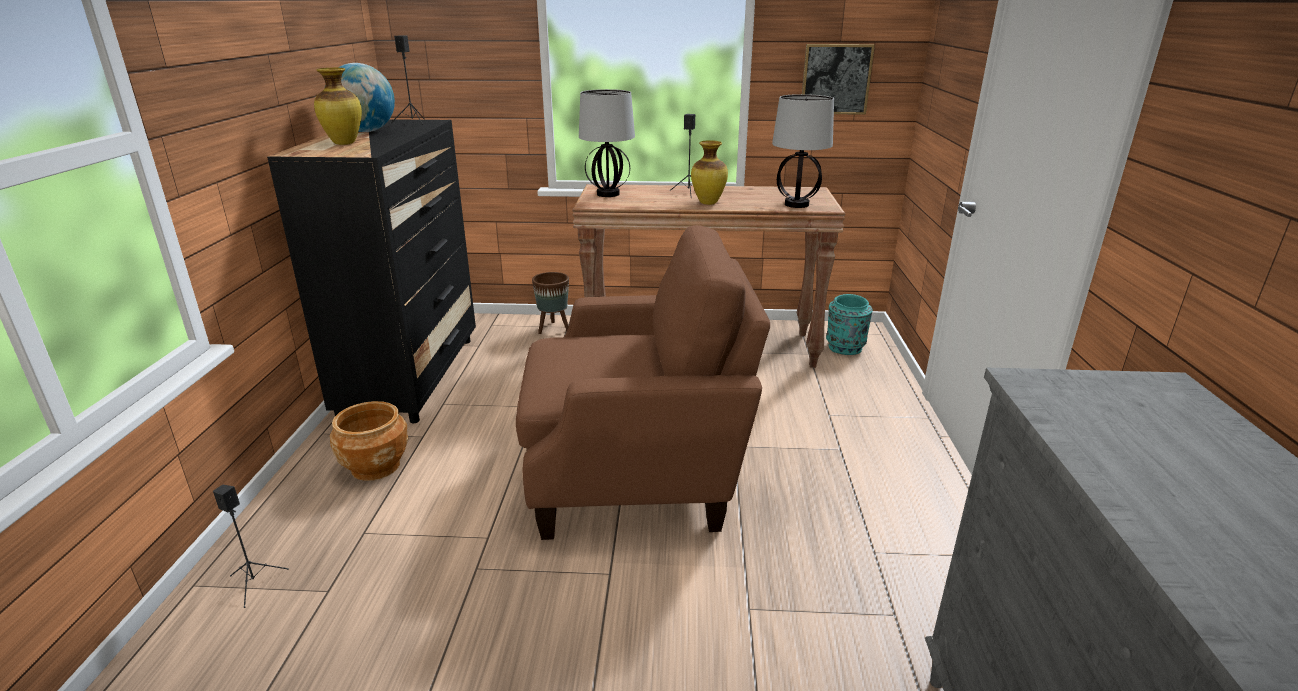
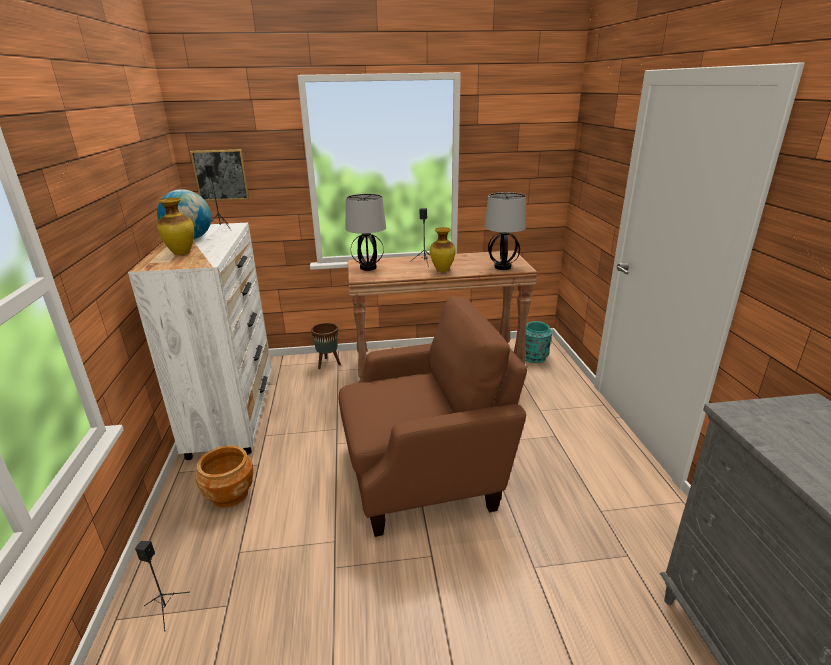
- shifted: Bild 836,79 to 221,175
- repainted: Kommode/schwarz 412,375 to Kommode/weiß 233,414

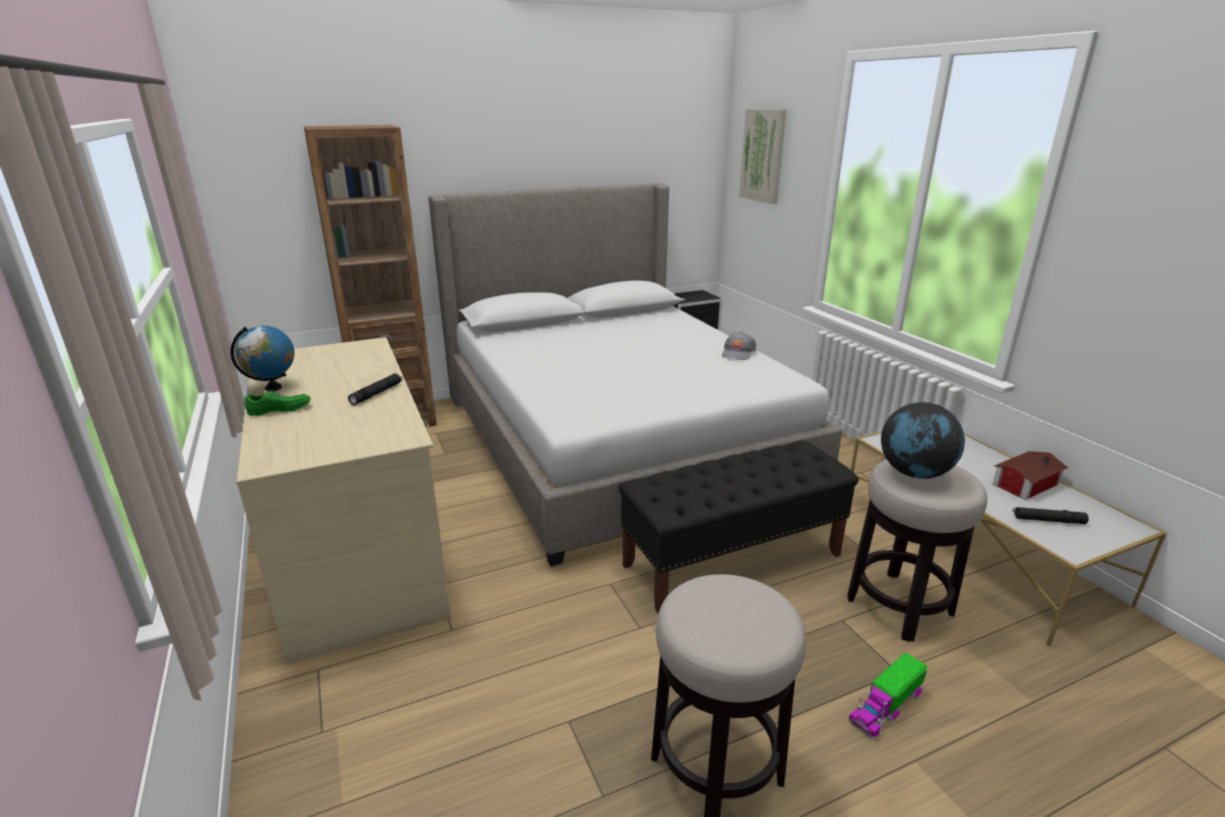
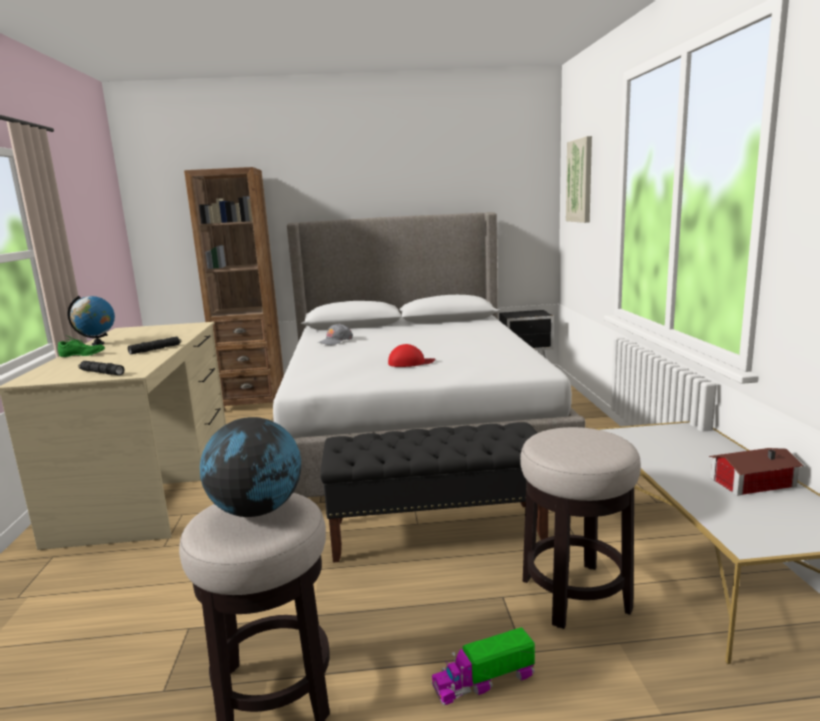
- new: Kappe/rot 410,362
- shifted: Kappe/grau 738,353 to 335,341
- shifted: Globus 915,473 to 257,511
- shifted: Taschenlampe/schwarz 1048,520 to 102,373

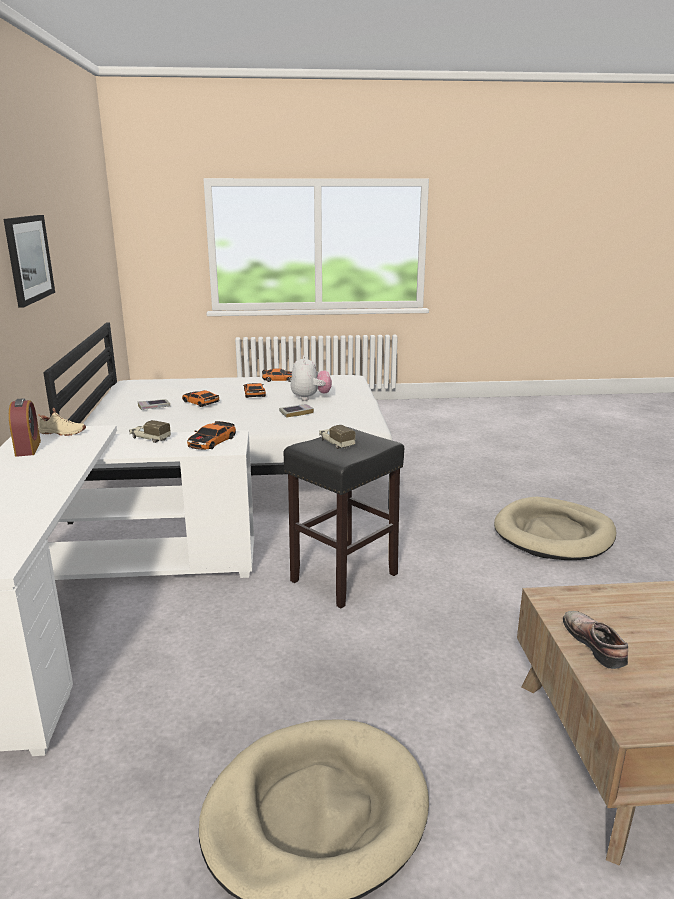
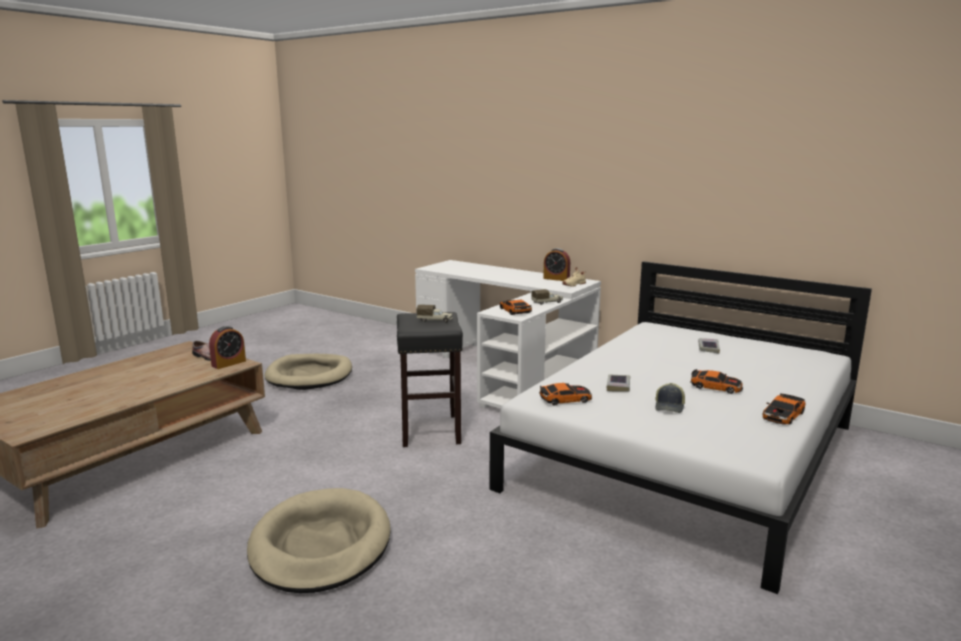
- gone: Bild 28,259
- new: Wecker 228,363
- shifted: Spielzeugauto 200,402 to 565,399
- swapped: Plüschtier 310,398 to Kappe 670,406

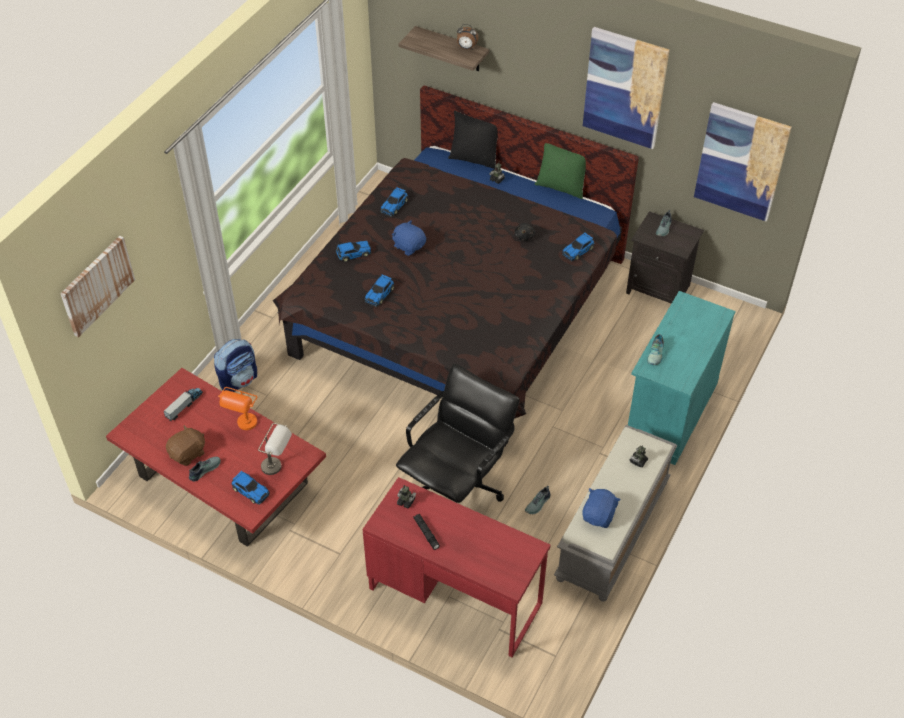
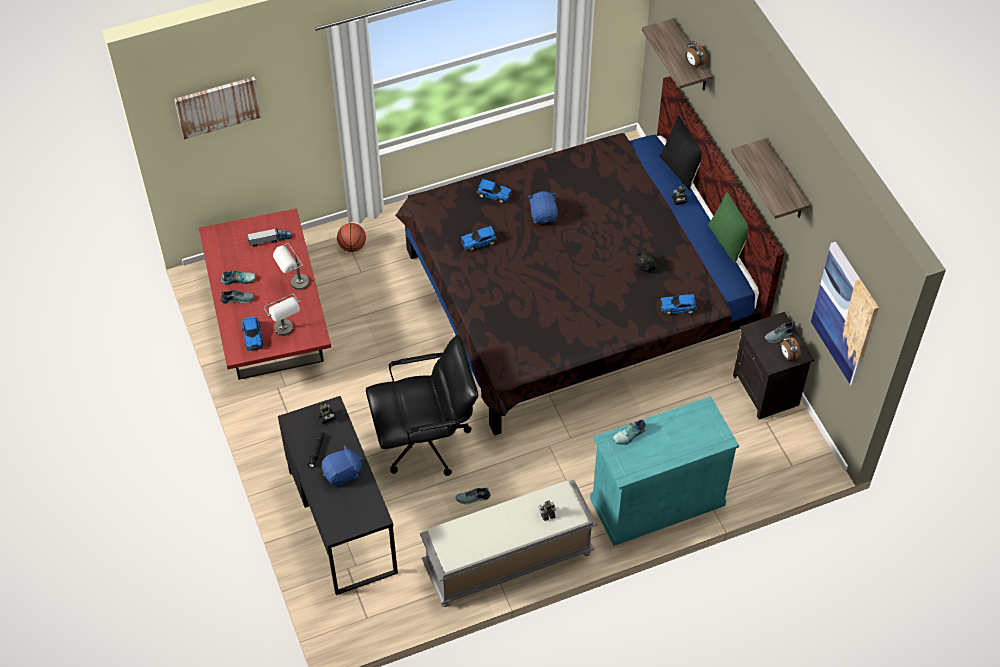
- gone: Spielzeugauto 394,205
- new: Wecker 787,356
- shifted: Plüschtier/blau 599,516 to 343,473
- swapped: Plüschtier/braun 188,453 to Schuh 238,279
- swapped: Rucksack 239,380 to Basketball 352,246
- swapped: Bild 625,88 to Wandregal 785,181
- repainted: Tischlampe/orange 245,428 to Tischlampe/grau 294,285
- repainted: Schreibtisch/rot 455,595 to Schreibtisch/schwarz 342,520

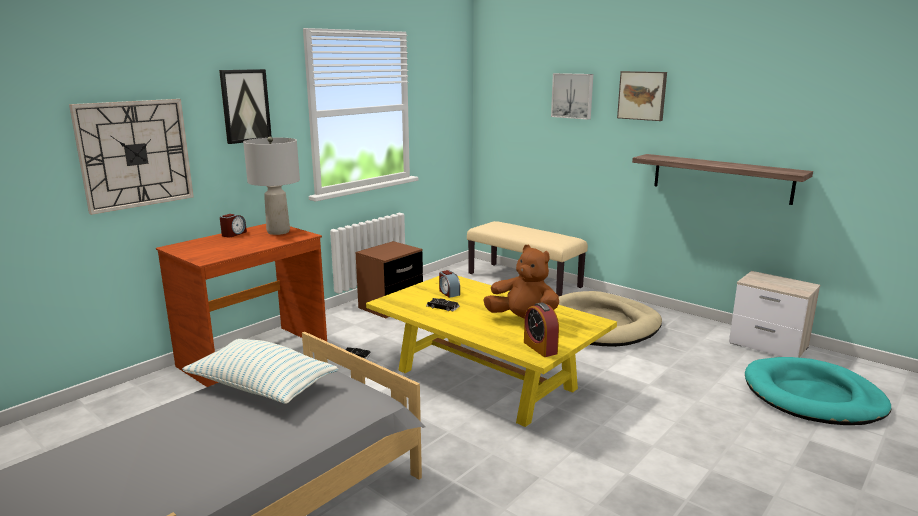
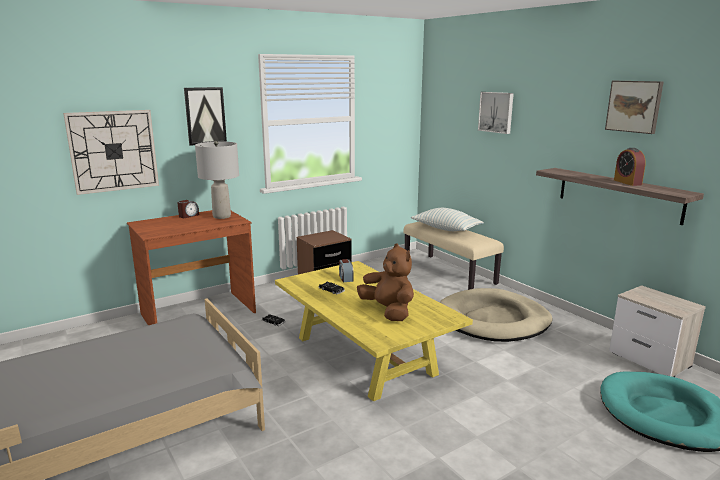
- shifted: Kissen 262,387 to 445,229
- shifted: Wecker 540,348 to 627,182
- shifted: Bild 642,95 to 634,106

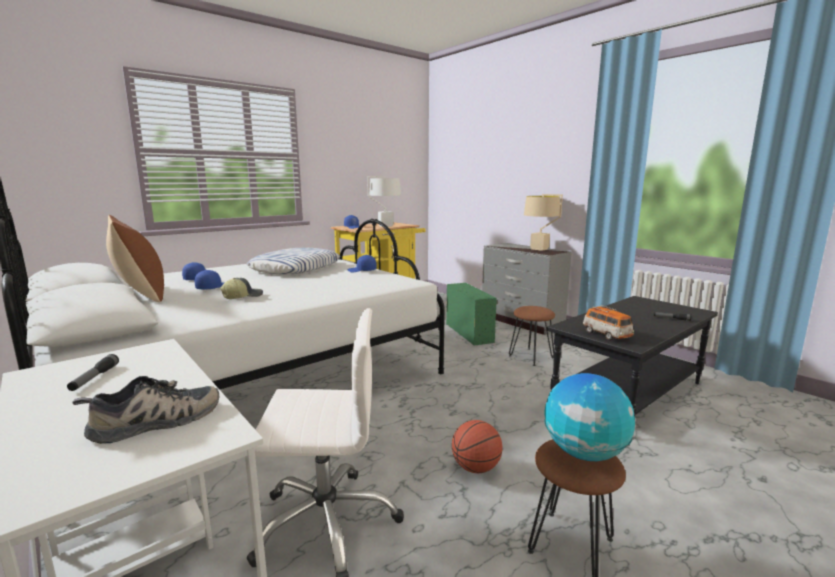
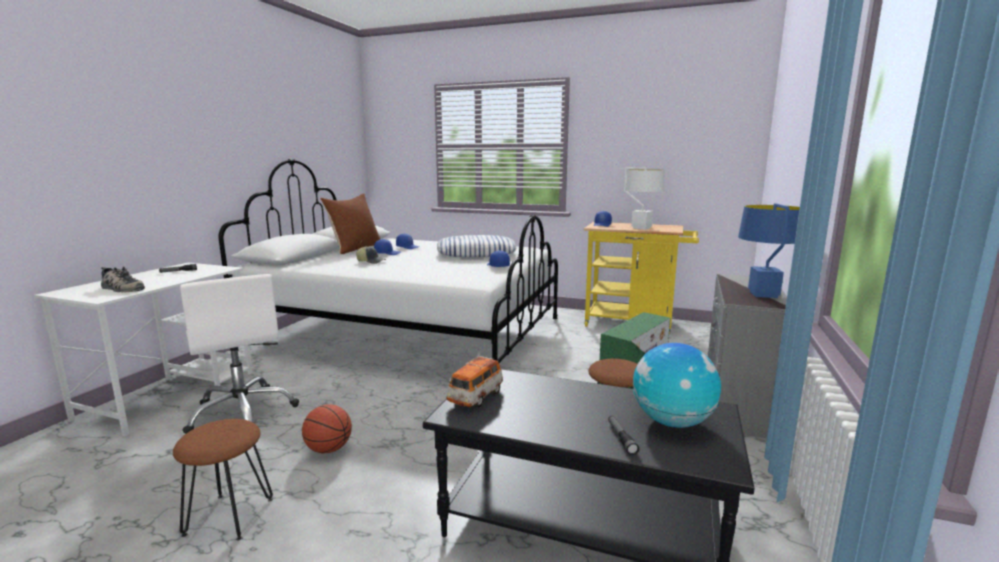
- shifted: Globus 584,453 to 672,422
- repainted: Tischlampe/beige 539,249 to Tischlampe/blau 763,295

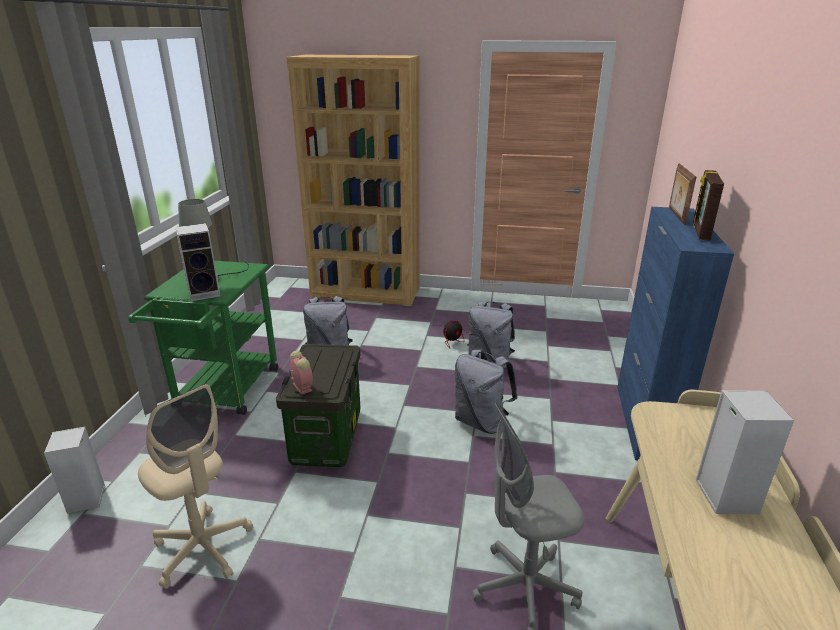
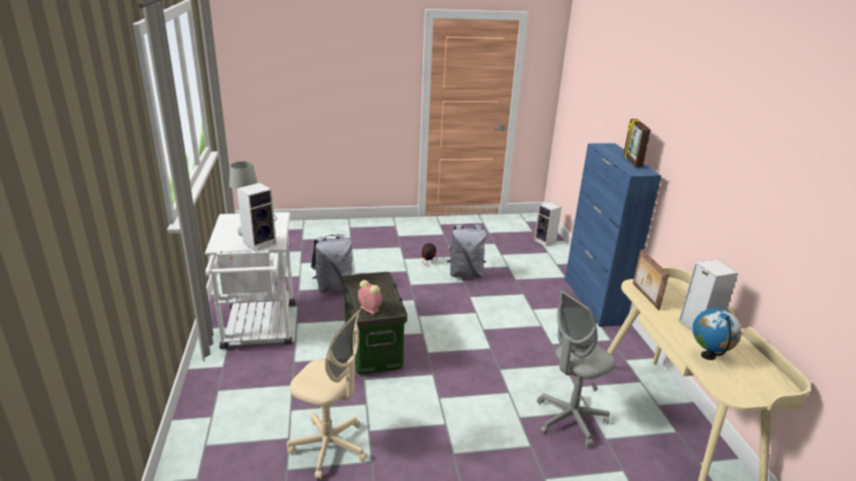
- gone: Bücherregal/braun 366,292
- gone: Rucksack/grau 481,422
- new: Globus 708,356
- shifted: Lautsprecher 87,500 to 545,241
- shifted: Bilderrahmen 676,216 to 644,296
- repainted: Rollwagen/grün 223,393 to Rollwagen/weiß 259,330

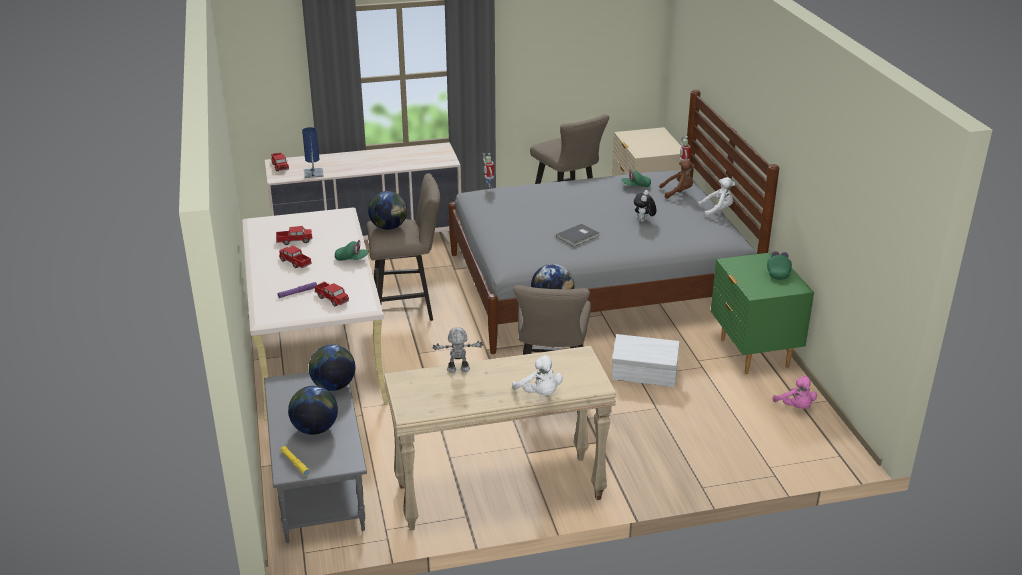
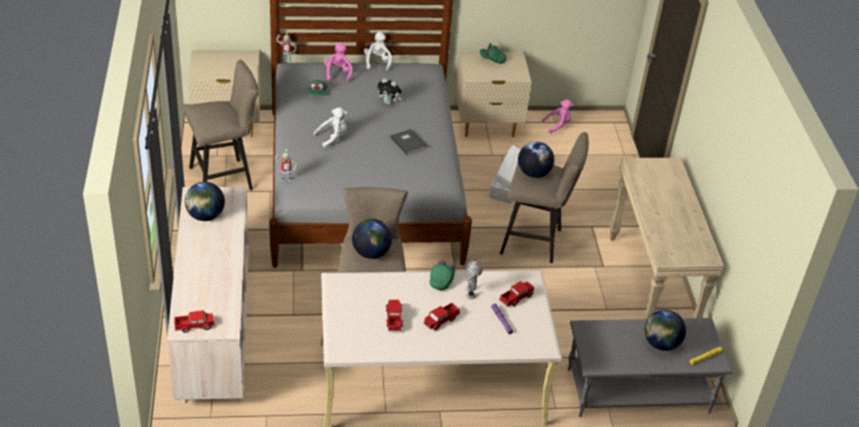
- gone: Tischlampe/blau 313,173
- shifted: Globus 333,386 to 205,216
- shifted: Spielzeugroboter 458,370 to 471,293
- shifted: Plüschtier/weiß 539,394 to 333,137
- repainted: Plüschtier/braun 678,192 to Plüschtier/rosa 338,73
- repainted: Nachttisch/grün 753,354 to Nachttisch/beige 487,126

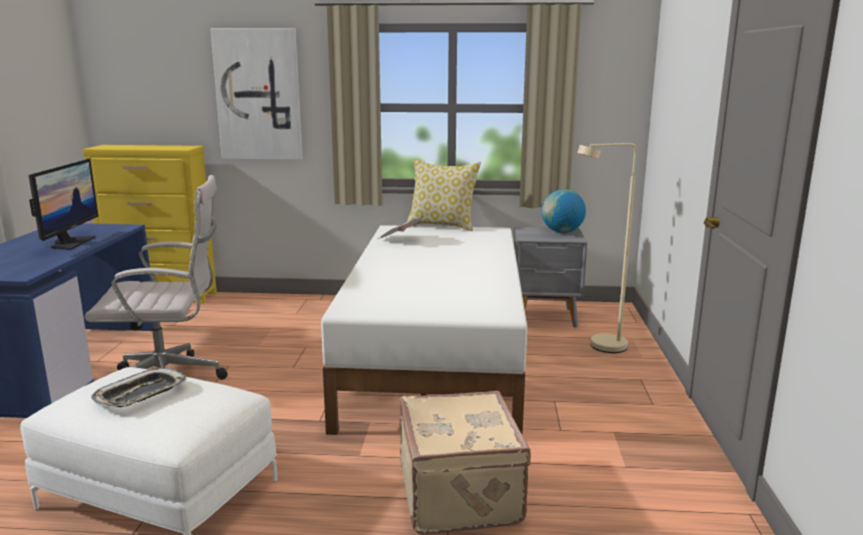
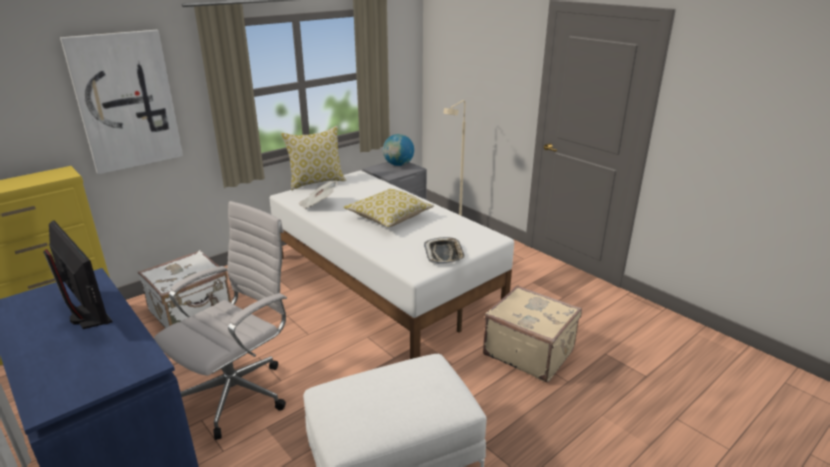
- new: Koffer/weiß 191,310
- new: Kissen 389,217
- shifted: Tablett 141,394 to 444,254

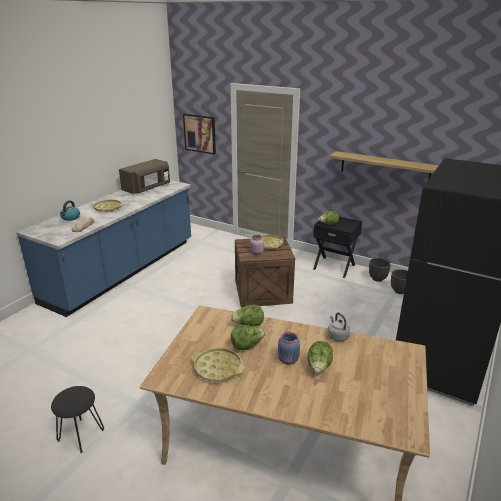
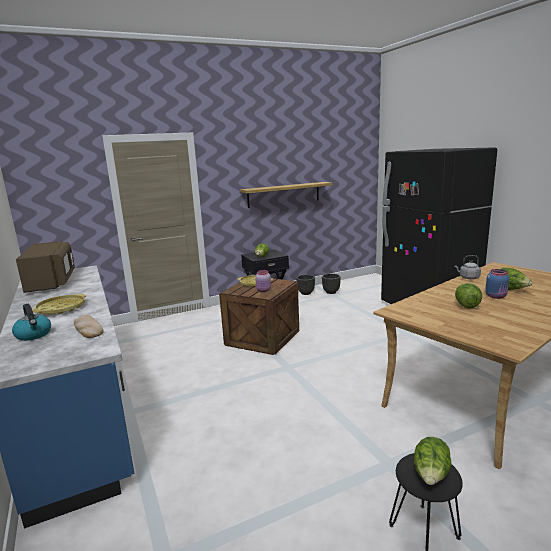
- gone: Bild 200,133
- gone: Tablett/gelb 218,368
- shifted: Salatkopf 248,325 to 431,476

